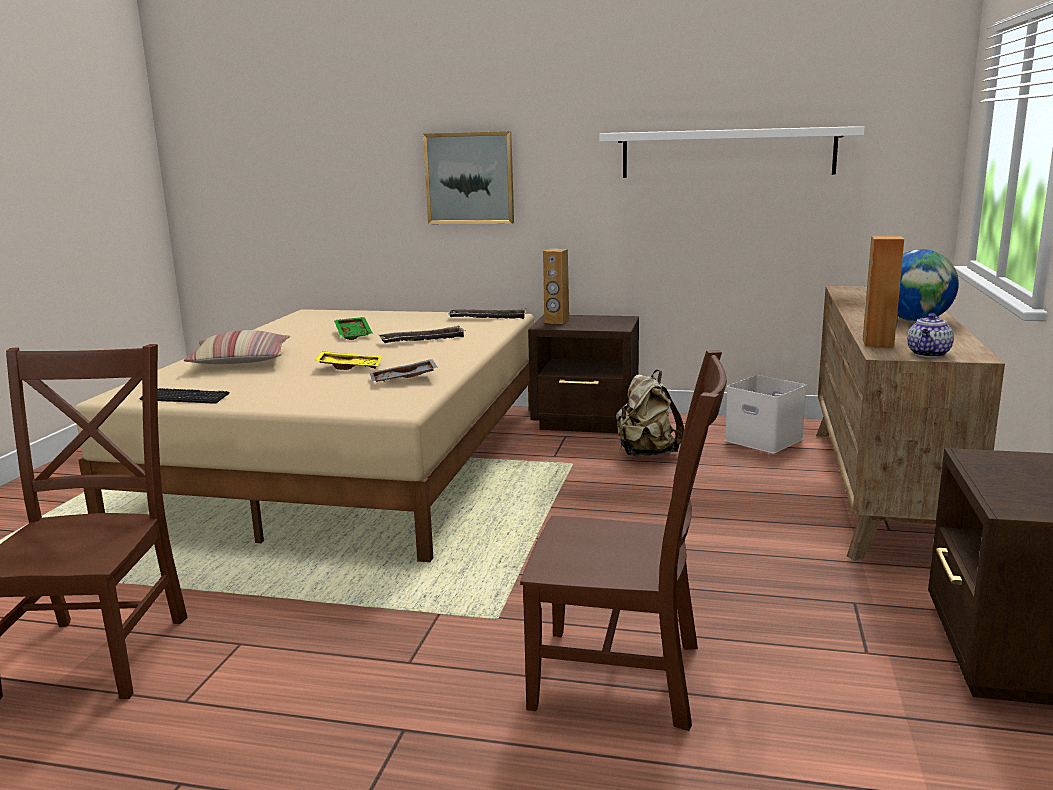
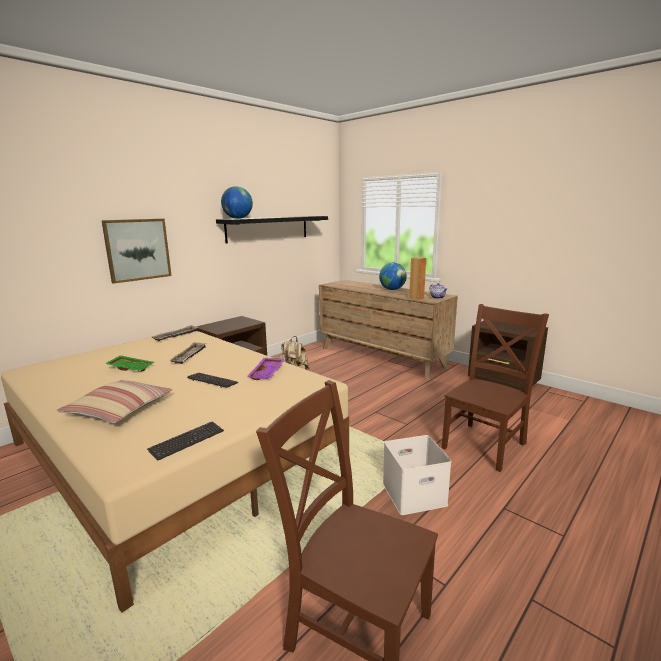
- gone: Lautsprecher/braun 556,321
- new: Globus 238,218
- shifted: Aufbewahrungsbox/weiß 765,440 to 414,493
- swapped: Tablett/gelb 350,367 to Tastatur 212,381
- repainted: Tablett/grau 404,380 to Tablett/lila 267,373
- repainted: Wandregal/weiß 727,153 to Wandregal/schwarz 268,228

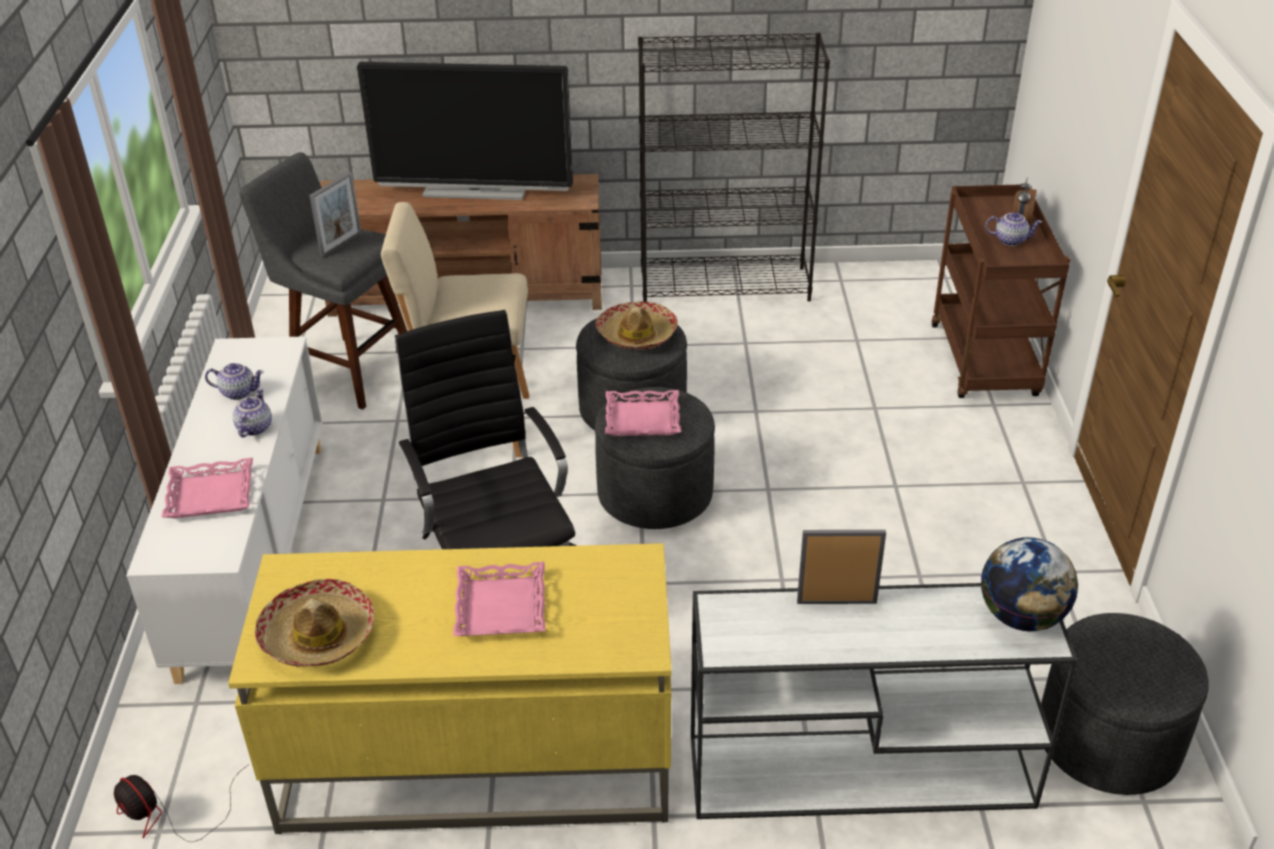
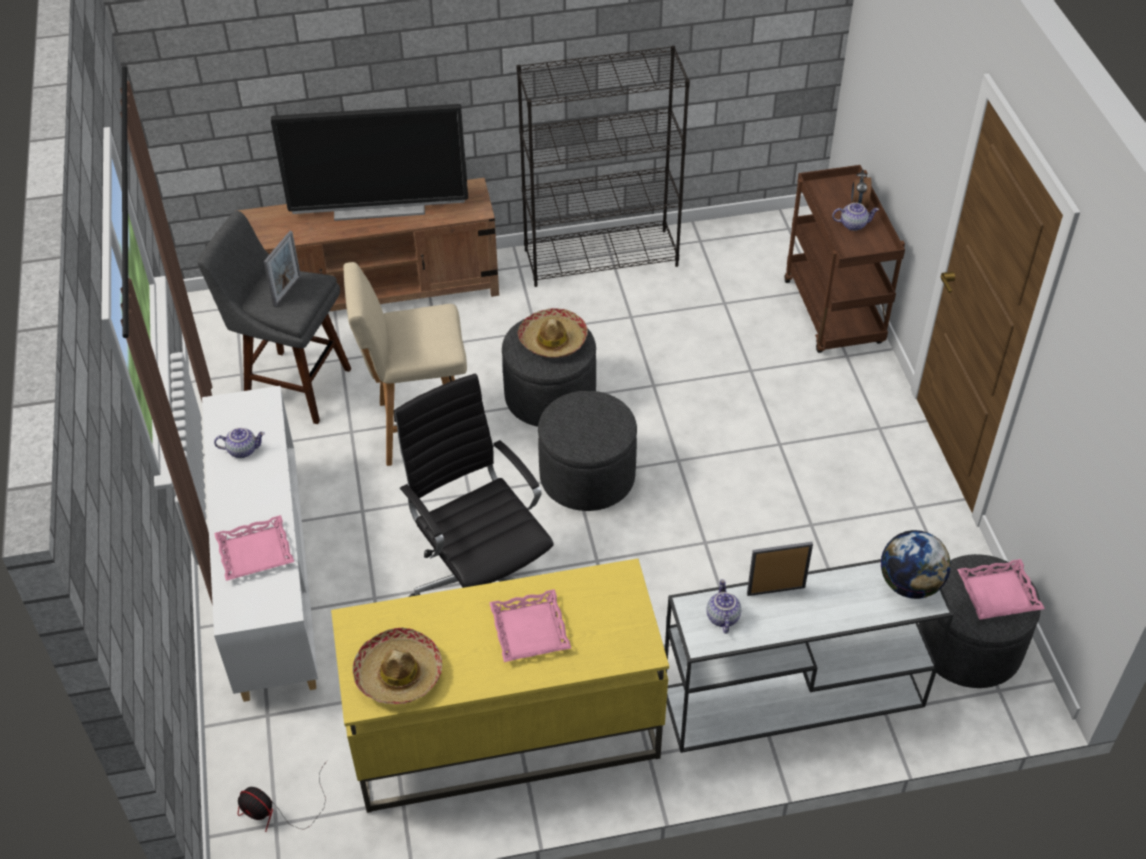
- shifted: Teekanne 254,427 to 722,617
- shifted: Tablett/rosa 643,418 to 998,593

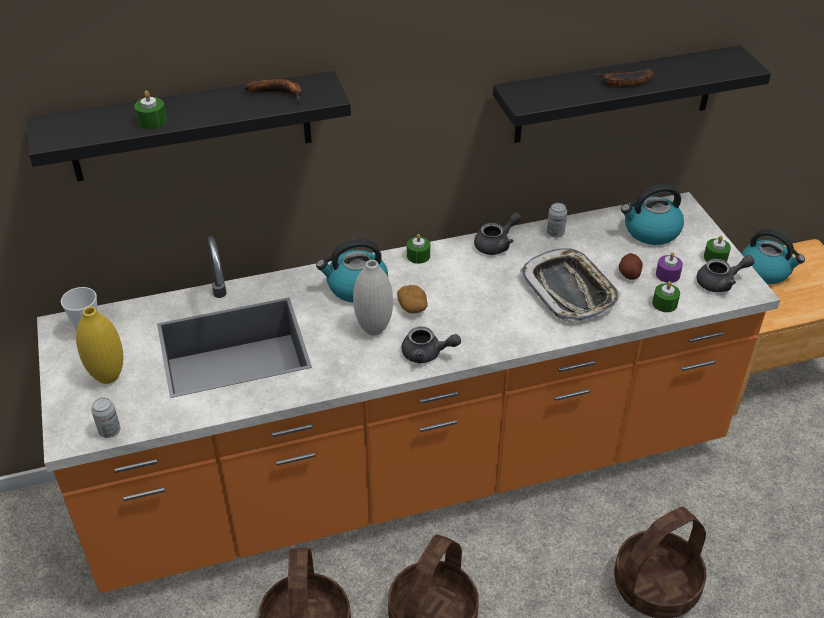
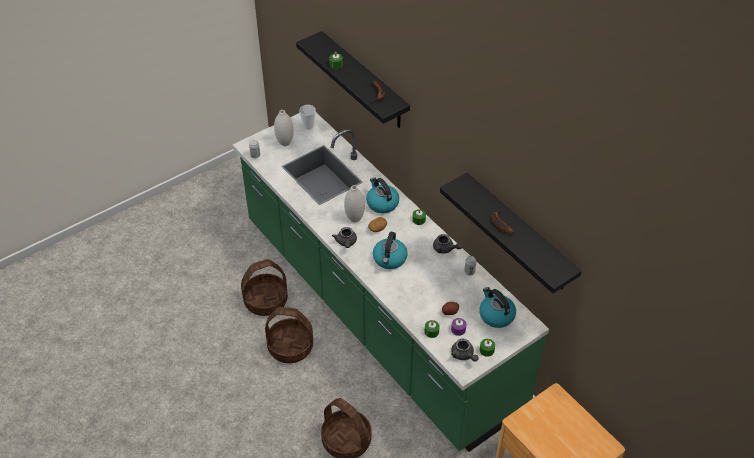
- gone: Tablett 569,290
- shifted: Wasserkessel 765,271 to 390,259
- repainted: Küchenzeile/orange 412,470 to Küchenzeile/grün 377,313
- repainted: Vase/gelb 108,377 to Vase/weiß 285,143

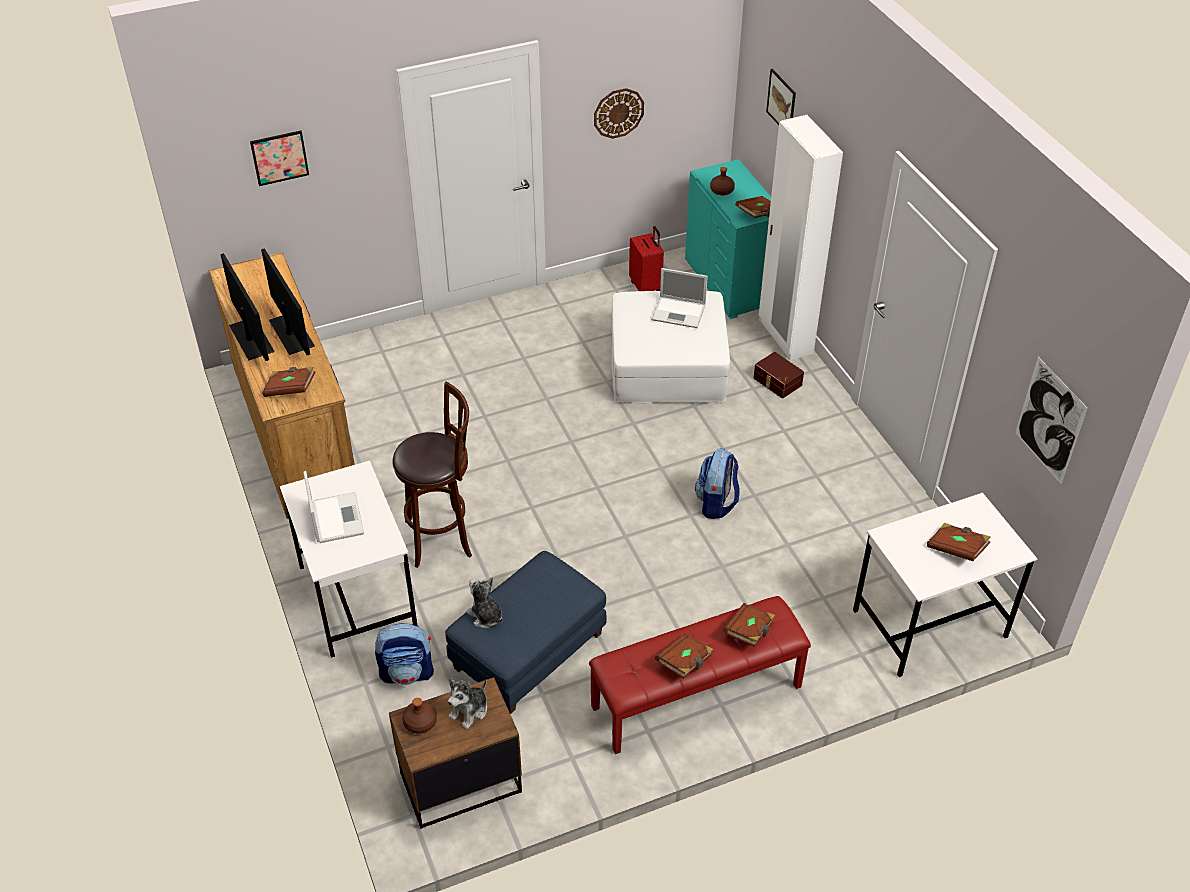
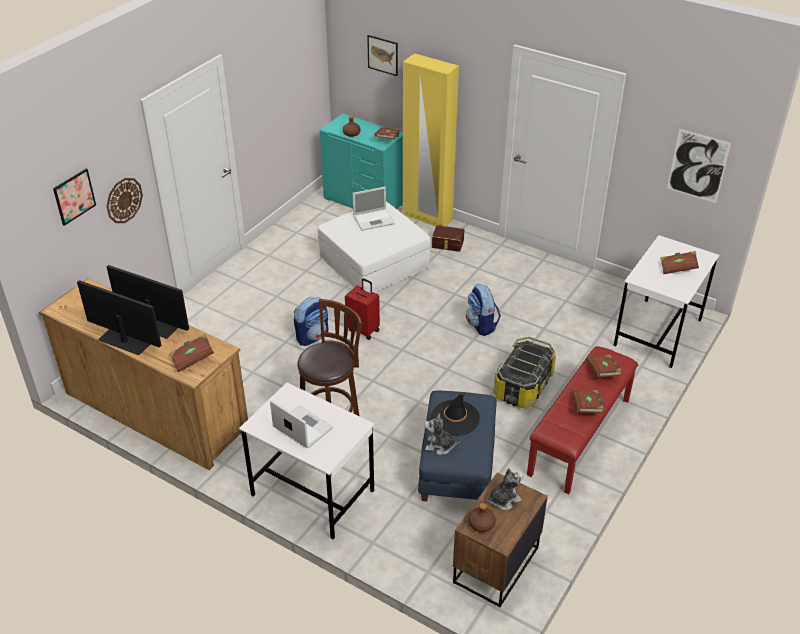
- new: Hut/schwarz 455,418
- new: Aufbewahrungsbox 523,386
- shifted: Rucksack 407,672 to 312,336
- shifted: Wanduhr 618,113 to 124,200
- shifted: Koffer/rot 646,287 to 364,330
- repainted: Kleiderschrank/weiß 785,337 to Kleiderschrank/gelb 427,218
- rotated: Plüschtier 469,710 = 504,499 120 degrees counterclockwise

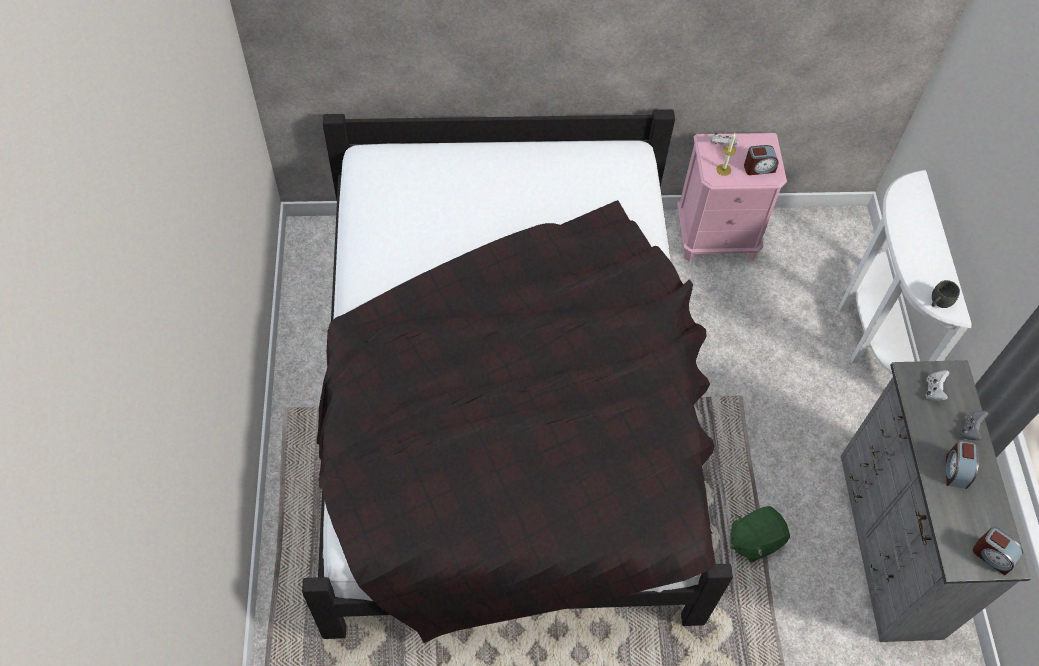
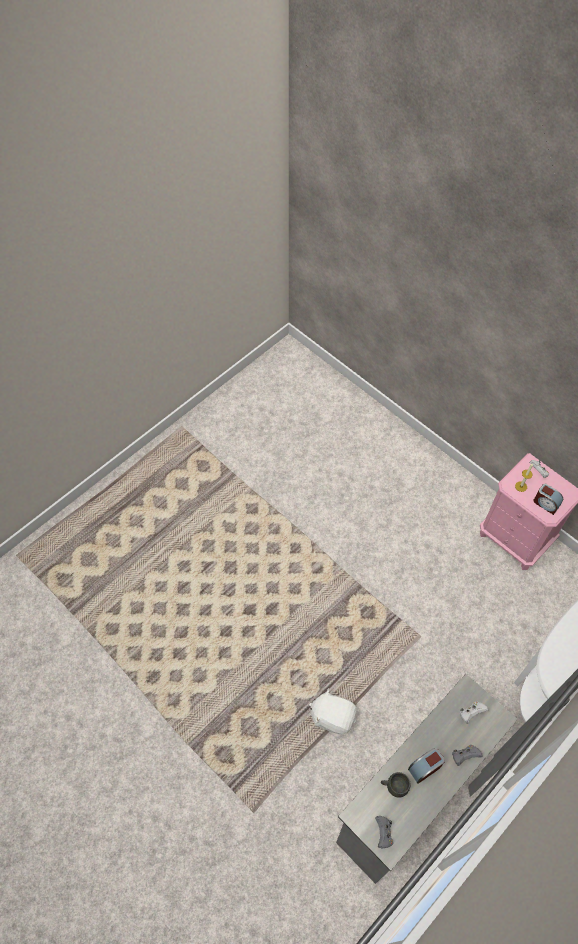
- gone: Bett/schwarz 508,406
- shifted: Henkelbecher/grau 938,302 to 394,786
- swapped: Wecker 992,556 to Gamepad/grau 383,833
- repainted: Plüschtier/grün 754,540 to Plüschtier/weiß 332,716

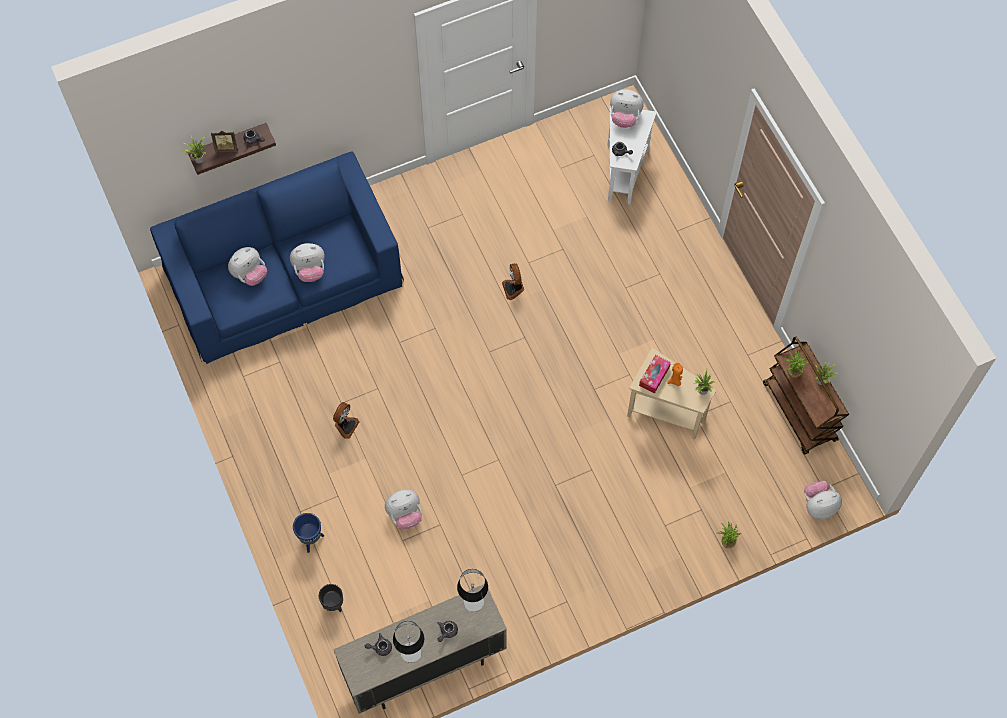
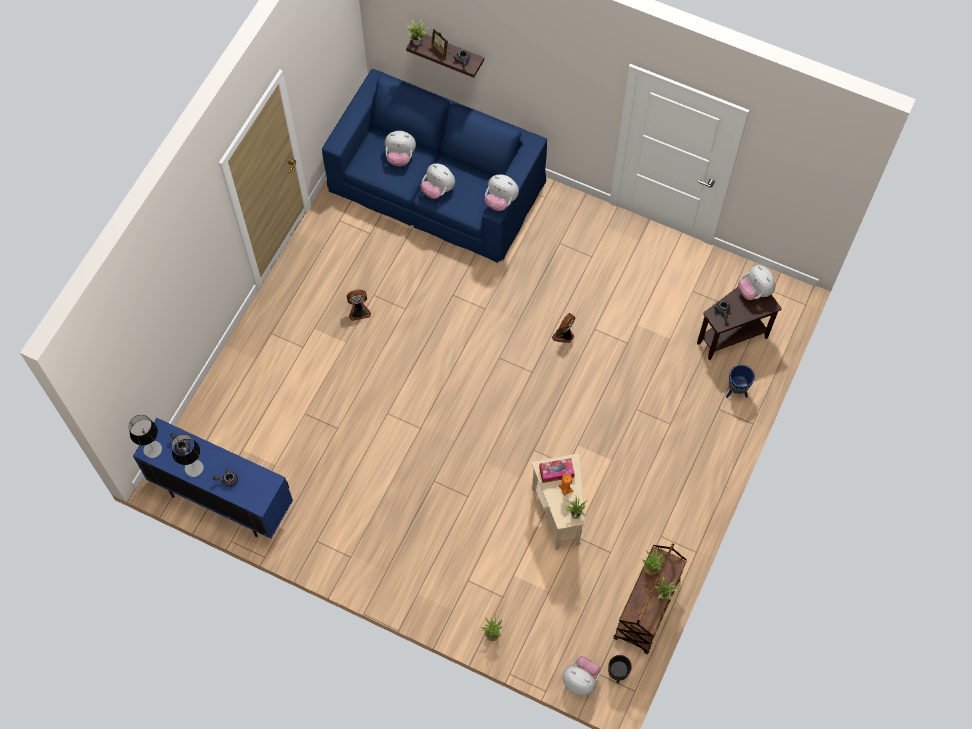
- shifted: Pflanzkübel/blau 311,540 to 736,391
- shifted: Pflanzkübel/schwarz 333,604 to 617,673
- shifted: Plüschtier 405,514 to 500,201
- shifted: Tischlampe 473,601 to 152,449
- repainted: Schrank/beige 424,667 to Schrank/blau 223,500
- repainted: Beistelltisch/weiß 624,171 to Beistelltisch/braun 733,335

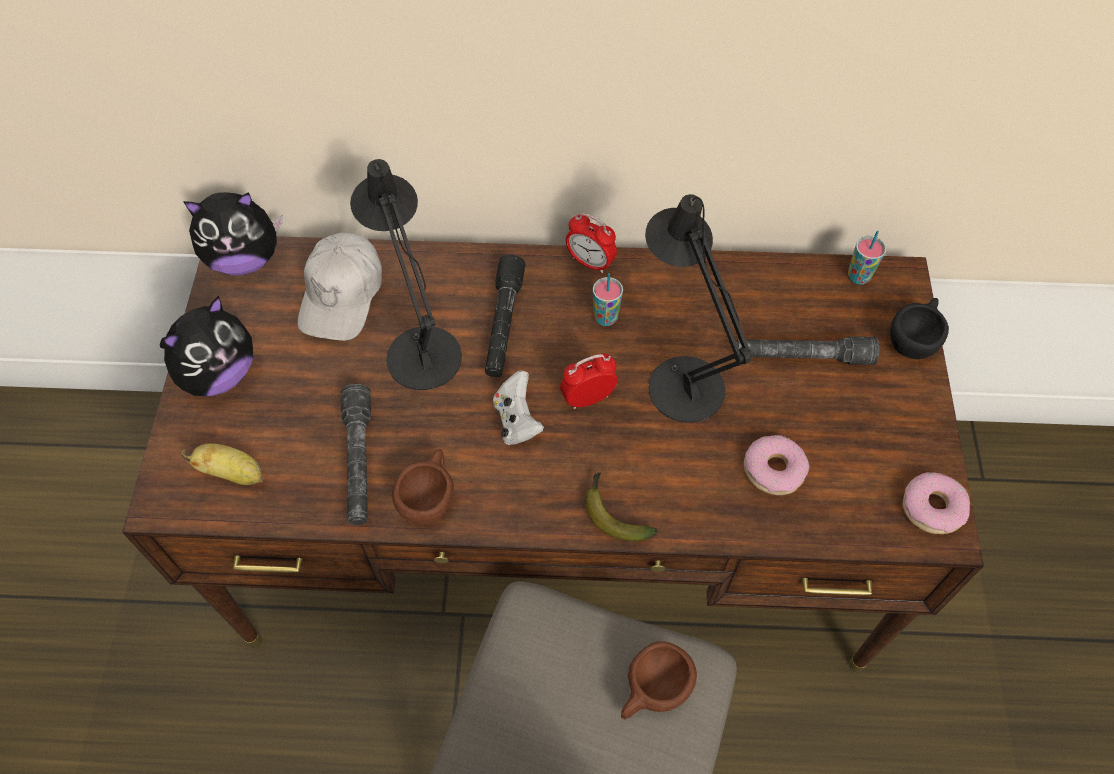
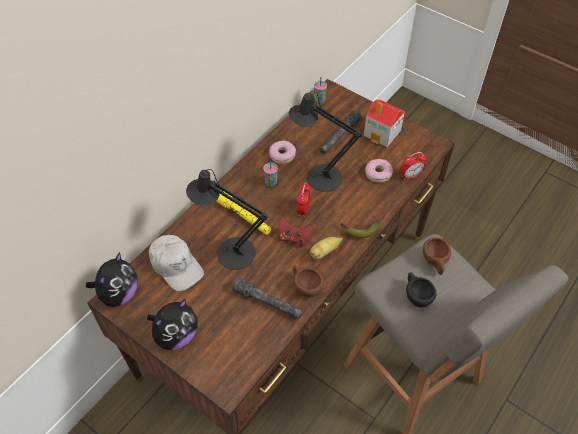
- new: Spielzeughaus 382,133
- shifted: Banane 233,473 to 324,252
- shifted: Wecker 590,262 to 410,176
- shifted: Tasse/schwarz 913,339 to 416,295
- shifted: Donut 932,508 to 282,155
- repainted: Taschenlampe/schwarz 503,324 to Taschenlampe/gelb 244,217
- repainted: Gamepad/weiß 517,420 to Gamepad/rot 294,238
- rotated: Plüschtier 219,374 = 176,335 60 degrees clockwise

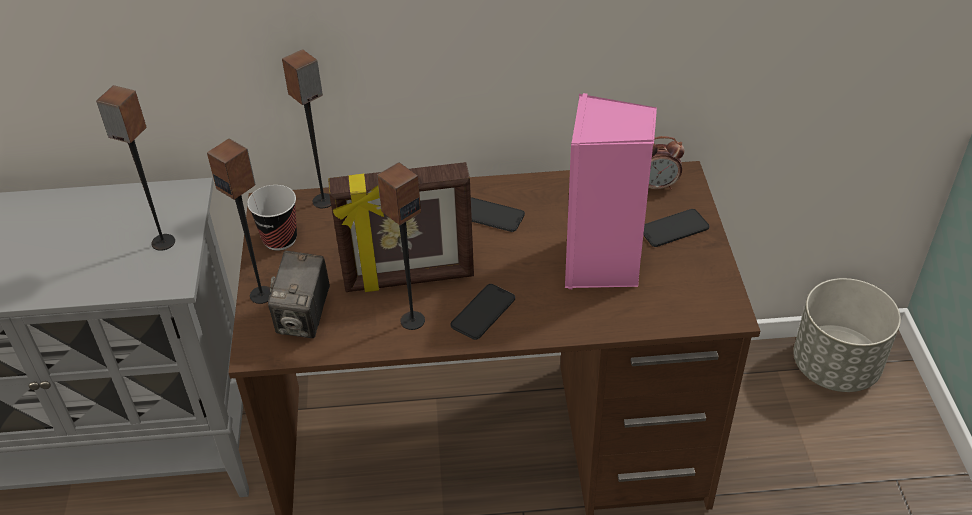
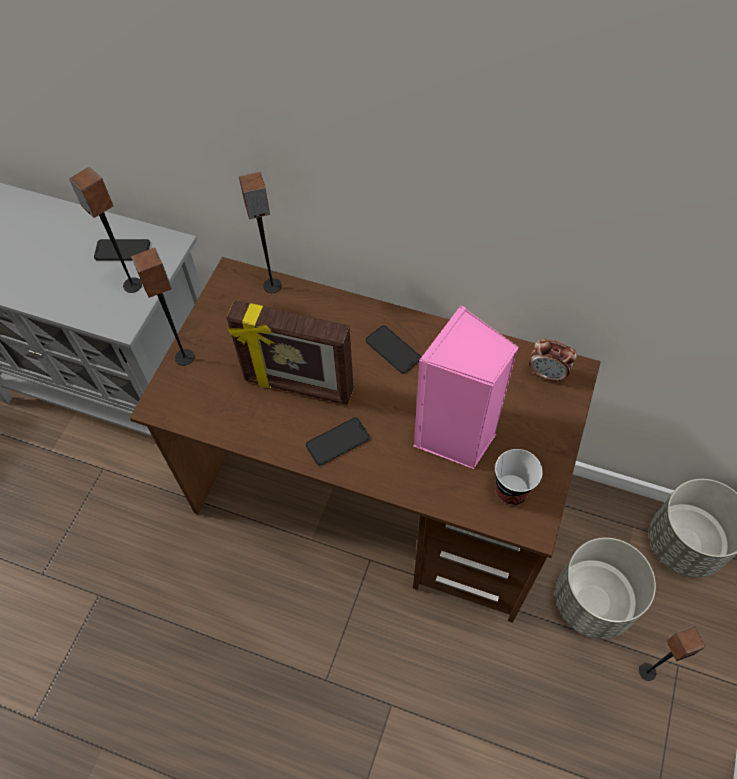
- gone: Kamera 304,318
- new: Pflanzkübel/grau 593,601
- shifted: Tasse 280,239 to 511,491
- shifted: Lautsprecher 412,320 to 647,671
- shifted: Handy 674,228 to 122,250

